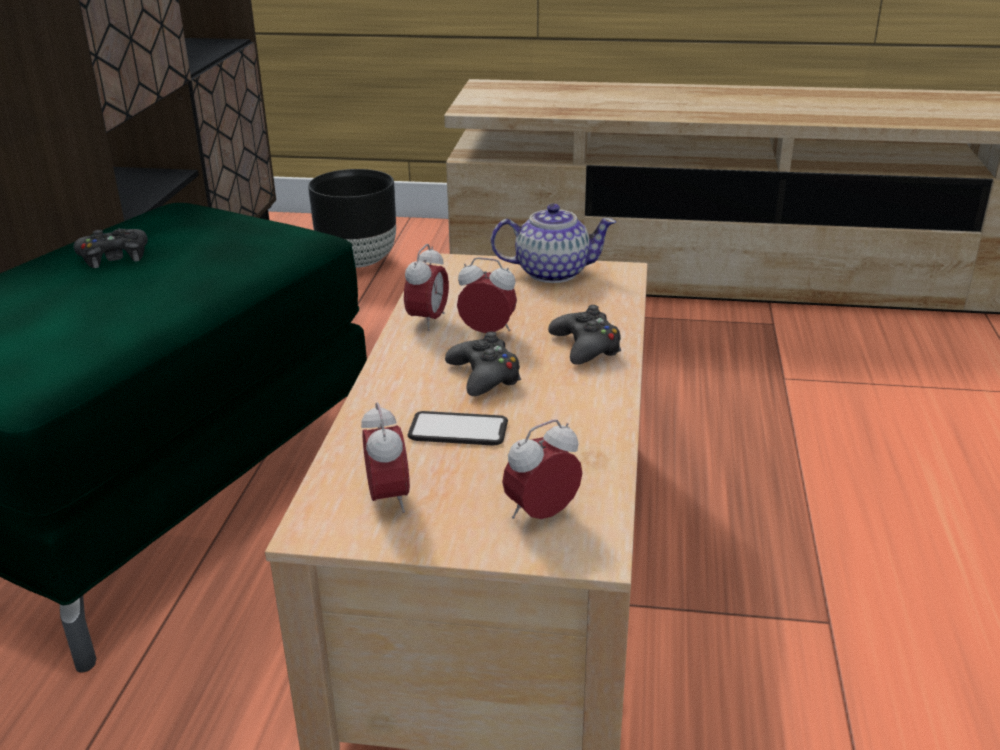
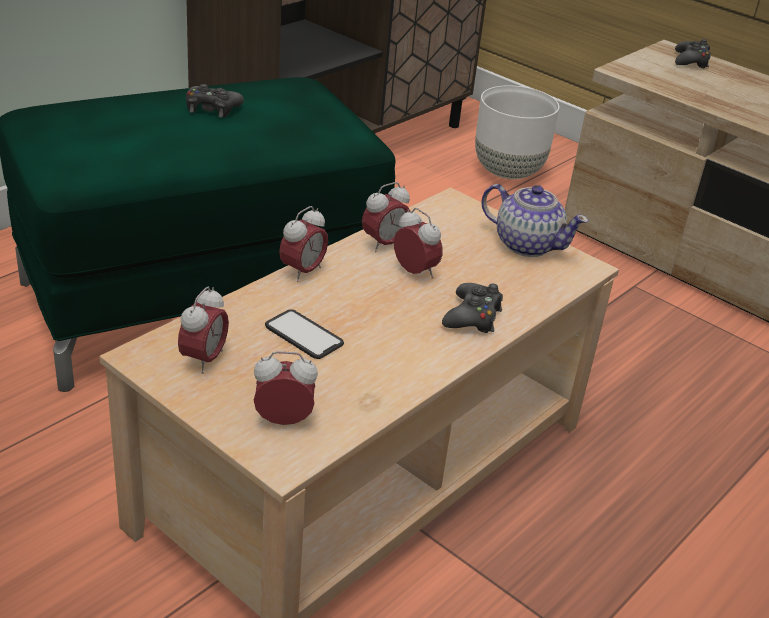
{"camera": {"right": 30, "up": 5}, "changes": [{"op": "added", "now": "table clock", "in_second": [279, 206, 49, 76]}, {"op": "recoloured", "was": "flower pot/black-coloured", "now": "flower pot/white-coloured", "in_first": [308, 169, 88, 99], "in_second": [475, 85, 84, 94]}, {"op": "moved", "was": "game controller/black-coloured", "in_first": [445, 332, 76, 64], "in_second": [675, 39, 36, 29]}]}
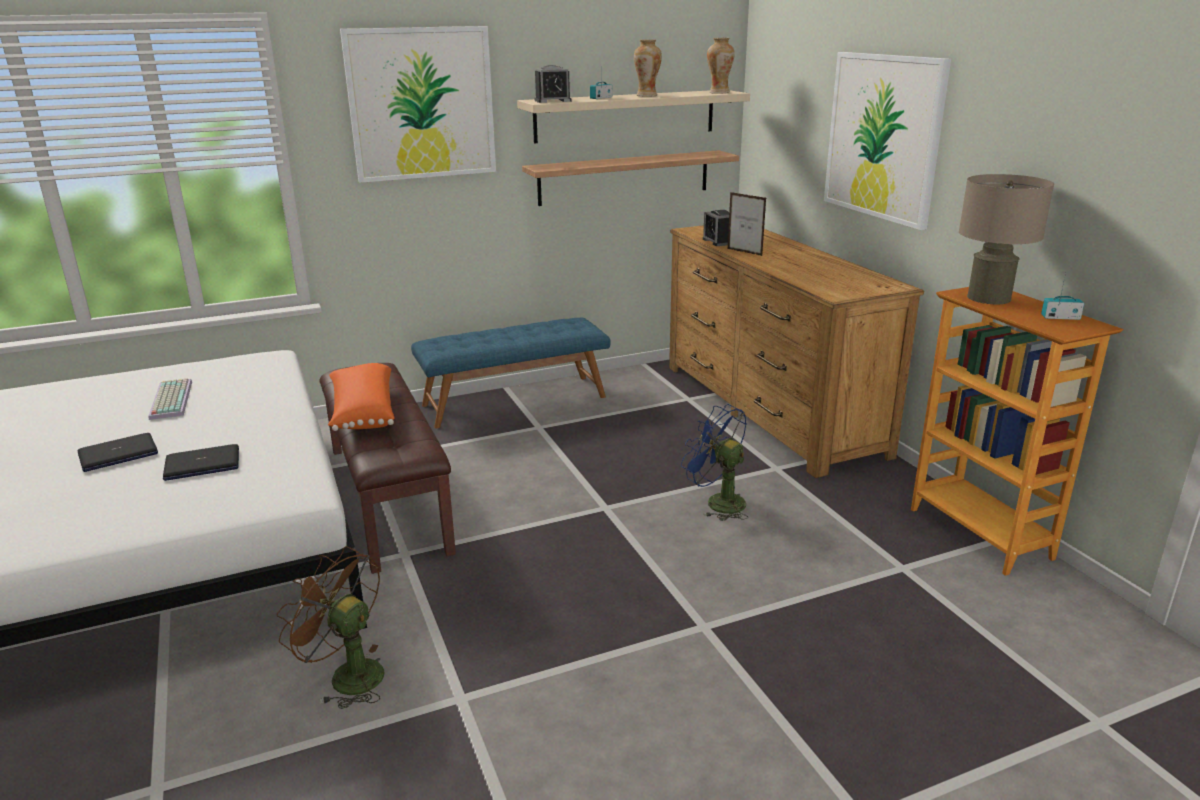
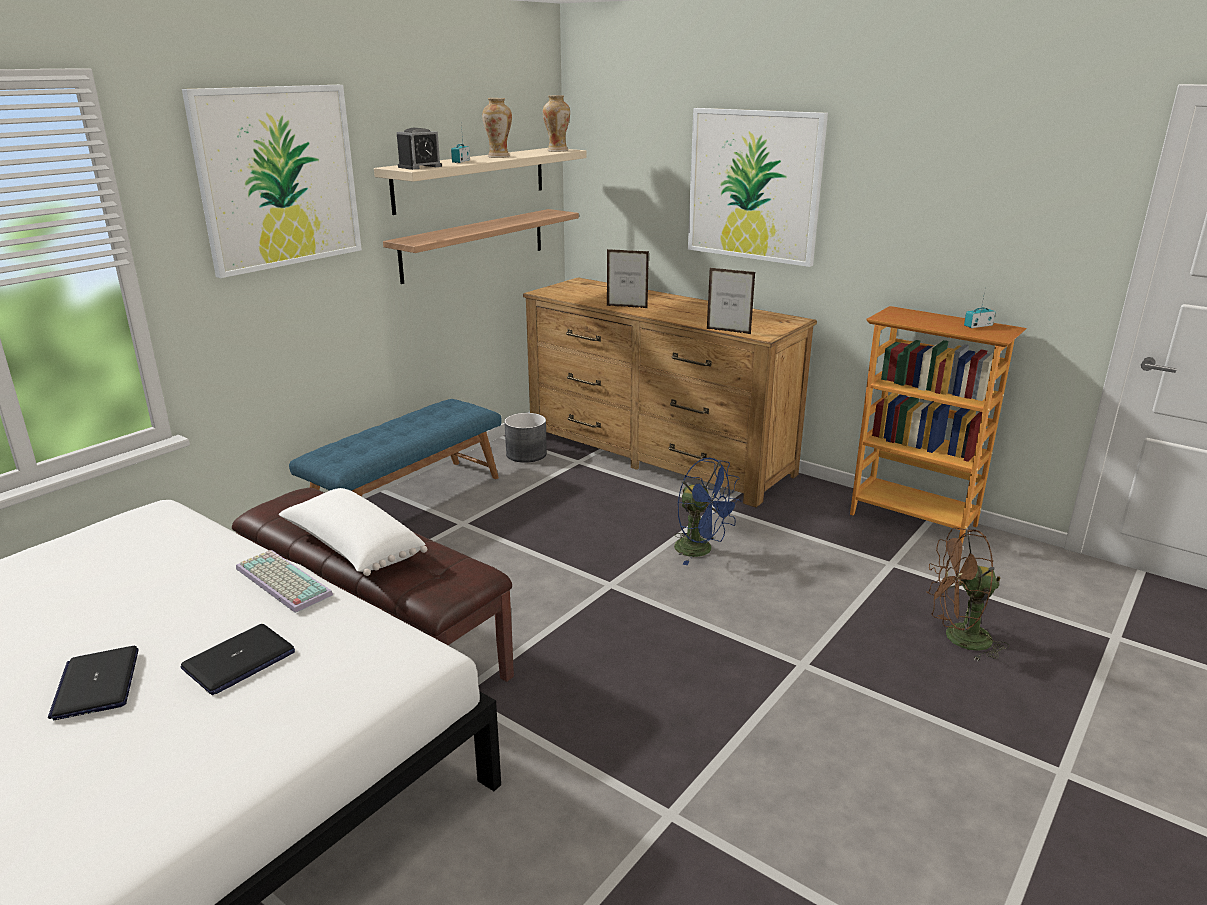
{"camera": {"right": -30, "up": 0}, "changes": [{"op": "turned", "was": "notebook computer", "in_first": [78, 433, 80, 39], "in_second": [48, 646, 91, 74], "clockwise": 135}, {"op": "moved", "was": "keyboard", "in_first": [149, 378, 43, 42], "in_second": [236, 550, 97, 63]}, {"op": "recoloured", "was": "pillow/orange", "now": "pillow/white-coloured", "in_first": [328, 363, 66, 68], "in_second": [279, 488, 148, 88]}, {"op": "added", "now": "flower pot/greyish", "in_second": [504, 413, 43, 50]}, {"op": "turned", "was": "cooling fan/blue-coloured", "in_first": [681, 404, 67, 117], "in_second": [674, 458, 68, 107], "clockwise": -150}, {"op": "added", "now": "picture frame", "in_second": [707, 268, 48, 66]}, {"op": "moved", "was": "cooling fan/brown", "in_first": [277, 546, 107, 163], "in_second": [926, 527, 83, 134]}, {"op": "removed", "was": "table clock", "in_first": [703, 210, 26, 36]}, {"op": "removed", "was": "table lamp/beige", "in_first": [959, 174, 95, 130]}]}
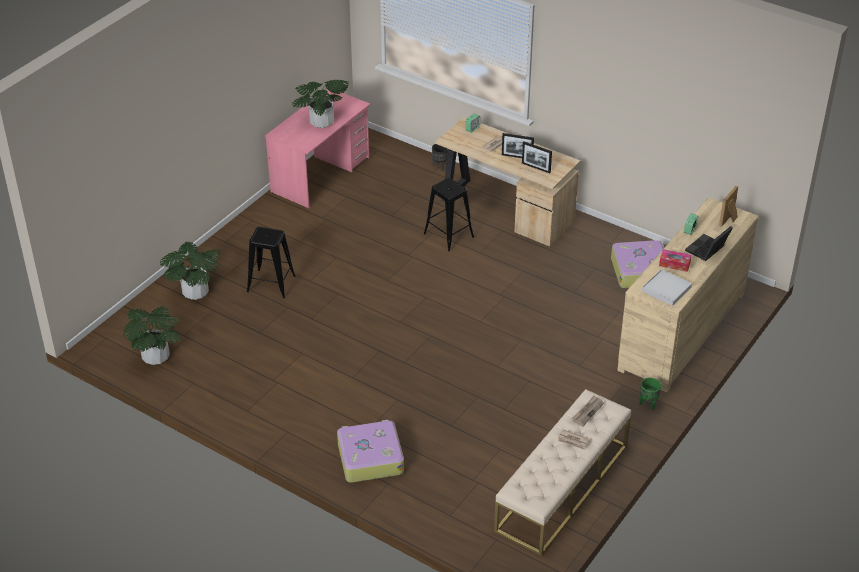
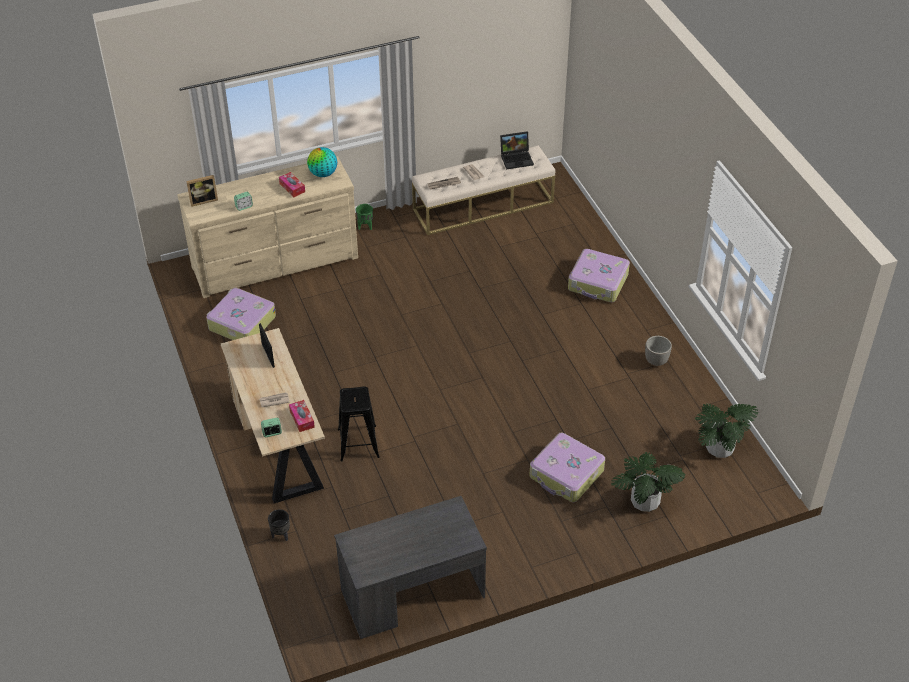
{"camera": {"right": -145, "up": 5}, "changes": [{"op": "added", "now": "tissue holder", "in_second": [289, 400, 26, 32]}, {"op": "replaced", "was": "tray/white-coloured", "now": "desk globe", "in_first": [642, 269, 50, 37], "in_second": [307, 147, 30, 30]}, {"op": "recoloured", "was": "desk/pink-coloured", "now": "desk/greyish", "in_first": [265, 89, 105, 119], "in_second": [334, 496, 153, 143]}, {"op": "moved", "was": "notebook computer", "in_first": [685, 226, 48, 35], "in_second": [500, 131, 34, 38]}, {"op": "replaced", "was": "stool seat/black-coloured", "now": "piece of luggage", "in_first": [247, 227, 49, 71], "in_second": [529, 433, 76, 69]}, {"op": "added", "now": "flower pot", "in_second": [645, 336, 27, 30]}, {"op": "removed", "was": "houseplant", "in_first": [292, 80, 57, 48]}, {"op": "removed", "was": "picture frame", "in_first": [502, 133, 32, 25]}]}
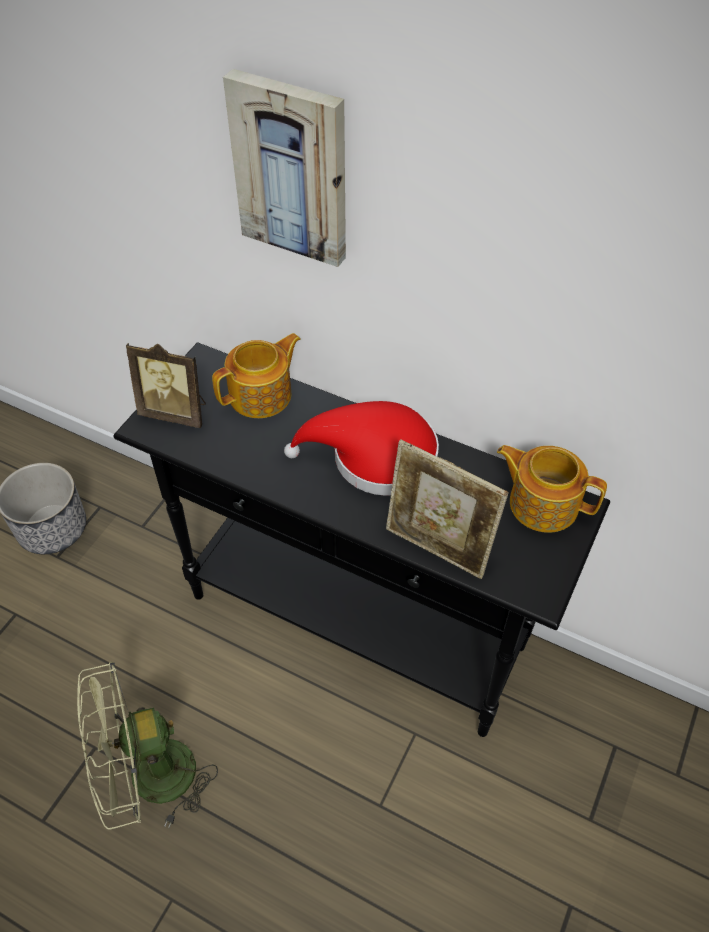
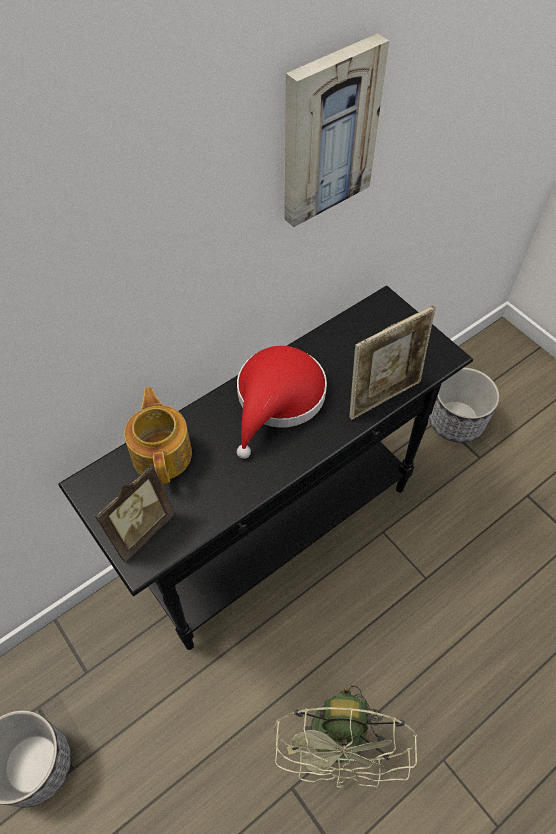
{"camera": {"right": -65, "up": 5}, "changes": [{"op": "moved", "was": "wall art", "in_first": [223, 69, 123, 198], "in_second": [284, 33, 105, 194]}, {"op": "added", "now": "flower pot", "in_second": [429, 367, 71, 76]}, {"op": "removed", "was": "teapot", "in_first": [497, 445, 110, 87]}]}
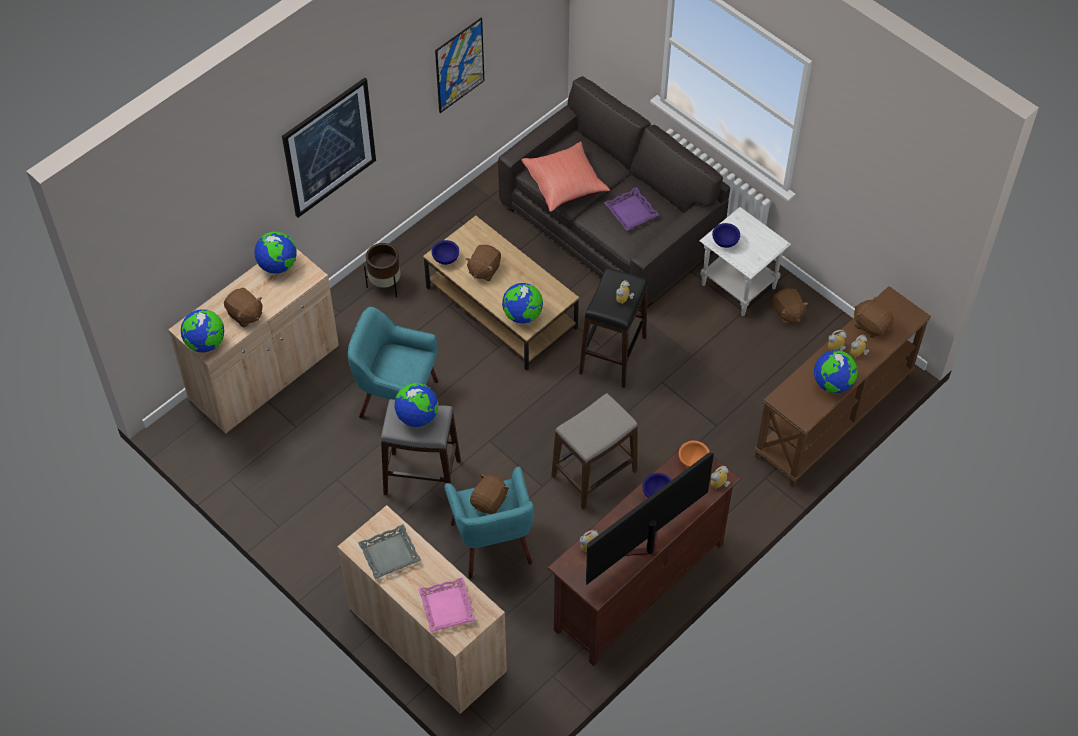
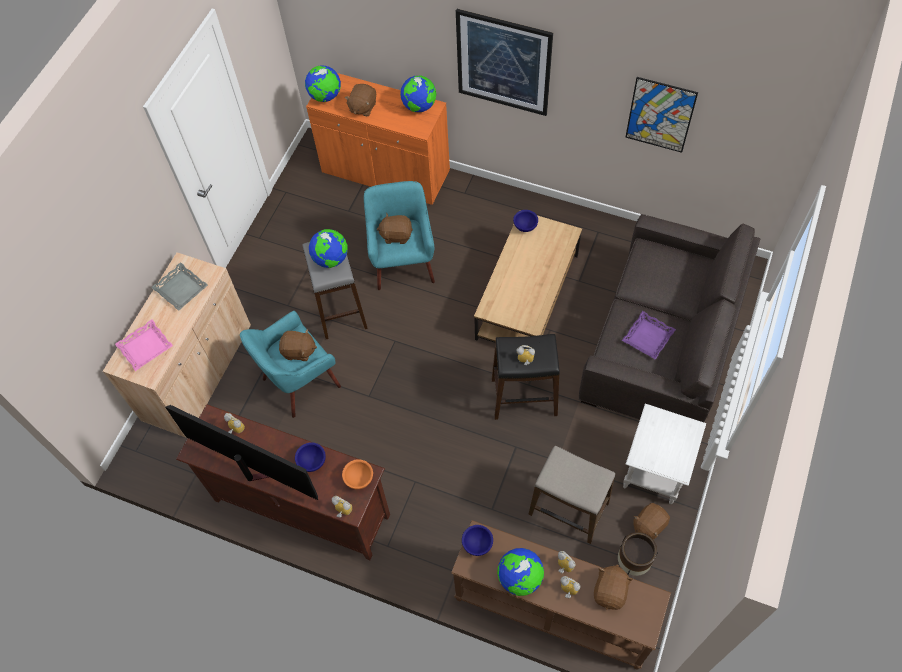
{"camera": {"right": 70, "up": 5}, "changes": [{"op": "recoloured", "was": "storage cabinet/beige", "now": "storage cabinet/orange", "in_first": [168, 248, 171, 185], "in_second": [306, 73, 144, 132]}, {"op": "moved", "was": "plush toy/brown", "in_first": [466, 245, 35, 36], "in_second": [377, 213, 36, 31]}, {"op": "moved", "was": "bowl/blue-coloured", "in_first": [712, 223, 28, 25], "in_second": [462, 525, 31, 31]}, {"op": "moved", "was": "stool seat", "in_first": [551, 393, 87, 117], "in_second": [528, 446, 87, 98]}, {"op": "moved", "was": "flower pot/brown", "in_first": [364, 243, 37, 54], "in_second": [618, 532, 40, 44]}, {"op": "removed", "was": "desk globe", "in_first": [502, 283, 41, 41]}, {"op": "removed", "was": "pillow/red", "in_first": [521, 141, 89, 71]}]}
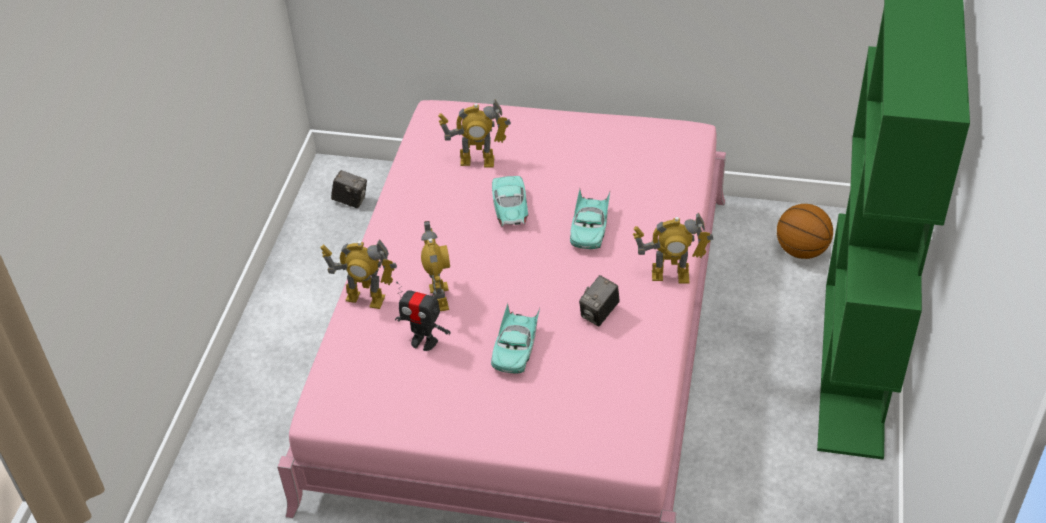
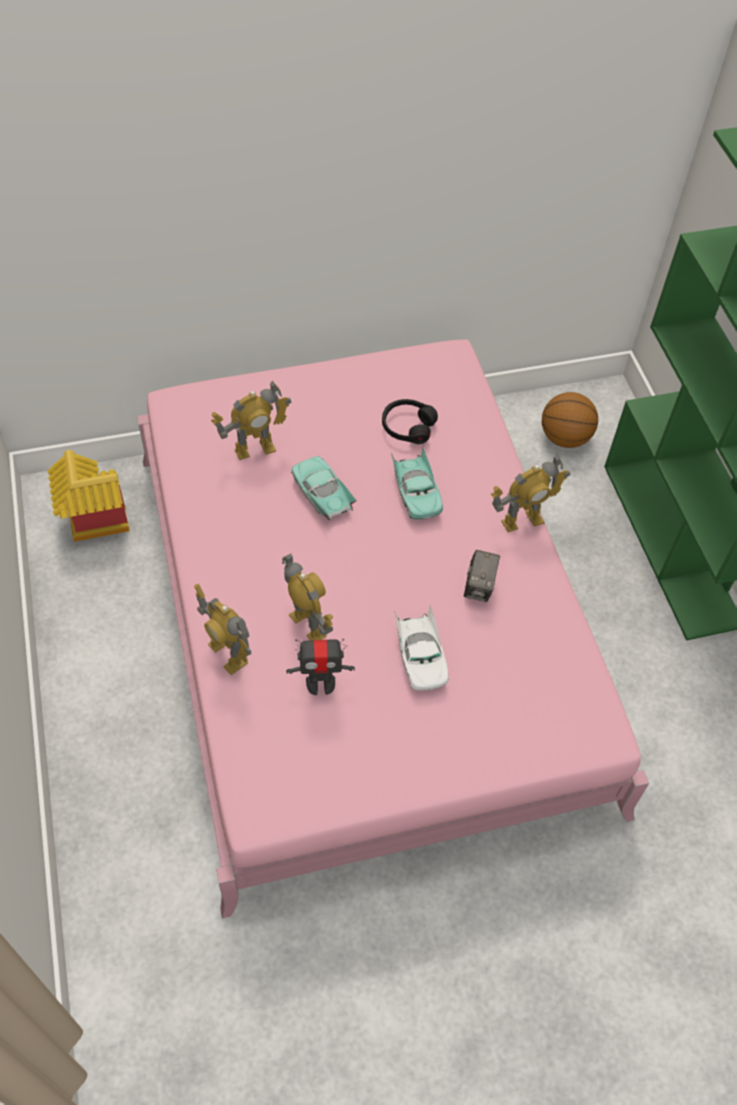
{"camera": {"right": -30, "up": 10}, "changes": [{"op": "replaced", "was": "still camera", "now": "miniature house", "in_first": [331, 170, 36, 38], "in_second": [47, 450, 83, 92]}, {"op": "turned", "was": "toy robot", "in_first": [321, 239, 76, 70], "in_second": [194, 583, 58, 92], "clockwise": 60}, {"op": "added", "now": "pair of headphones/black-coloured", "in_second": [382, 399, 56, 45]}, {"op": "recoloured", "was": "miniature car/turquoise", "now": "miniature car/white-coloured", "in_first": [491, 303, 49, 70], "in_second": [394, 605, 55, 86]}]}
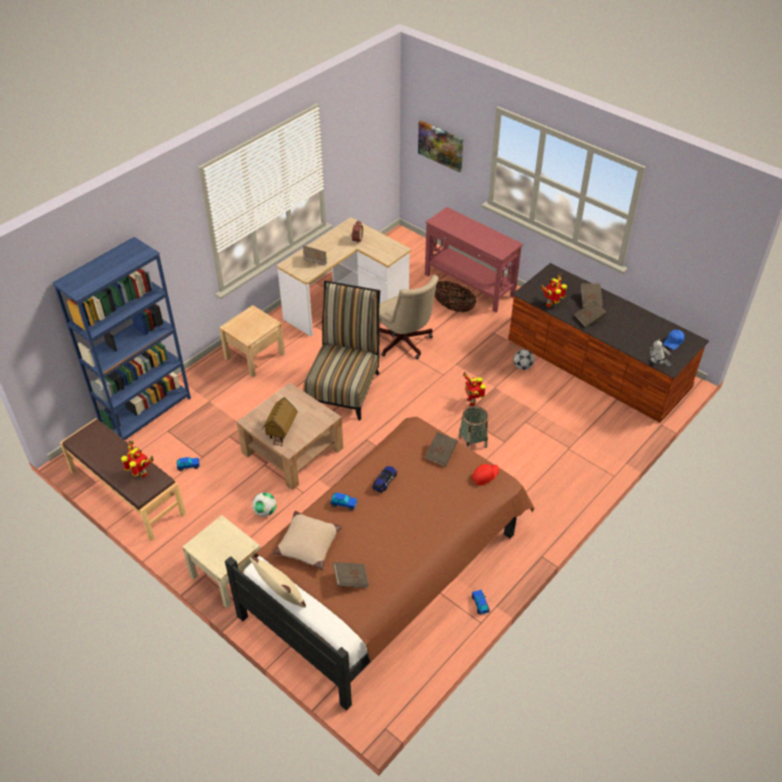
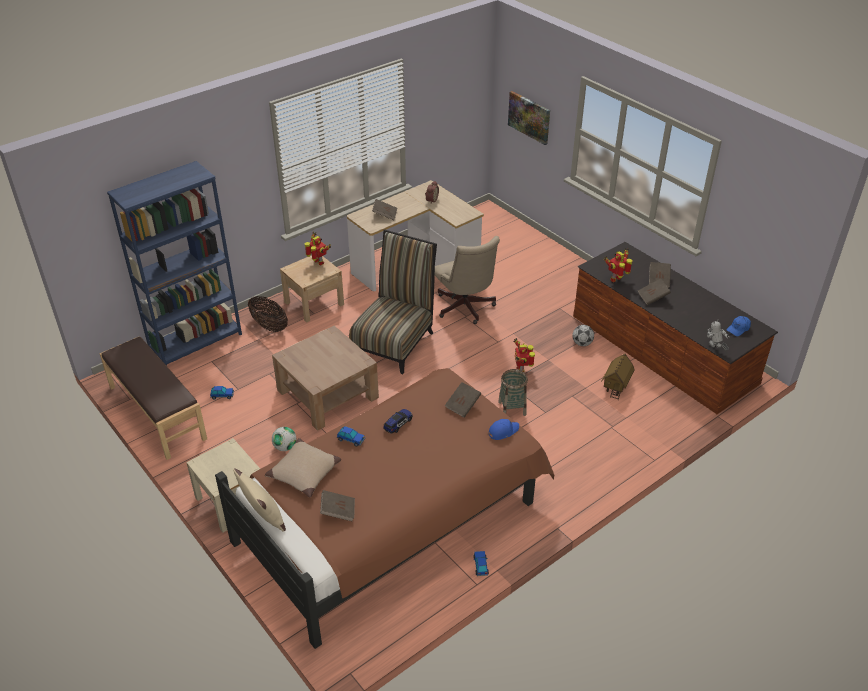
{"camera": {"right": 10, "up": -5}, "changes": [{"op": "moved", "was": "household basket", "in_first": [435, 281, 41, 31], "in_second": [248, 296, 40, 36]}, {"op": "moved", "was": "toy robot", "in_first": [121, 440, 32, 37], "in_second": [305, 232, 26, 33]}, {"op": "recoloured", "was": "baseball cap/red", "now": "baseball cap/blue-coloured", "in_first": [472, 464, 27, 21], "in_second": [489, 419, 30, 21]}, {"op": "moved", "was": "miniature house", "in_first": [262, 397, 36, 50], "in_second": [601, 354, 34, 46]}, {"op": "removed", "was": "hall table/red", "in_first": [425, 207, 98, 105]}]}
